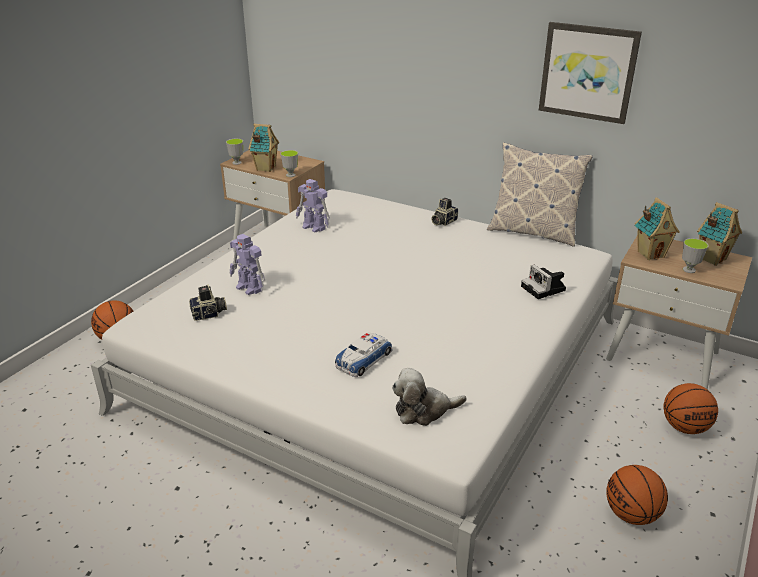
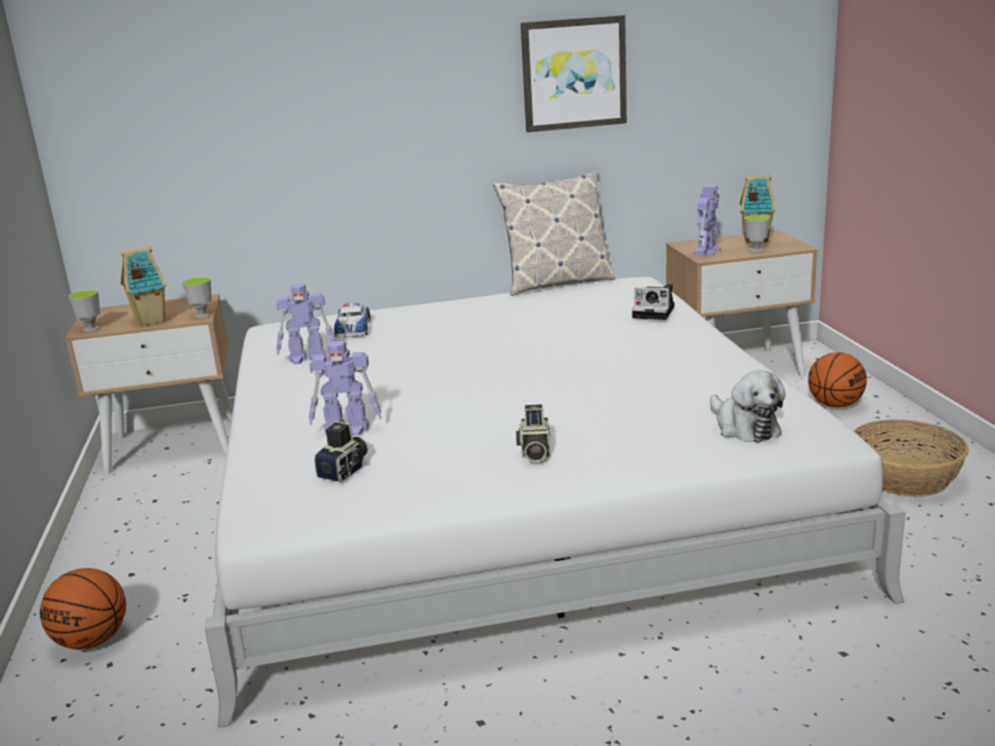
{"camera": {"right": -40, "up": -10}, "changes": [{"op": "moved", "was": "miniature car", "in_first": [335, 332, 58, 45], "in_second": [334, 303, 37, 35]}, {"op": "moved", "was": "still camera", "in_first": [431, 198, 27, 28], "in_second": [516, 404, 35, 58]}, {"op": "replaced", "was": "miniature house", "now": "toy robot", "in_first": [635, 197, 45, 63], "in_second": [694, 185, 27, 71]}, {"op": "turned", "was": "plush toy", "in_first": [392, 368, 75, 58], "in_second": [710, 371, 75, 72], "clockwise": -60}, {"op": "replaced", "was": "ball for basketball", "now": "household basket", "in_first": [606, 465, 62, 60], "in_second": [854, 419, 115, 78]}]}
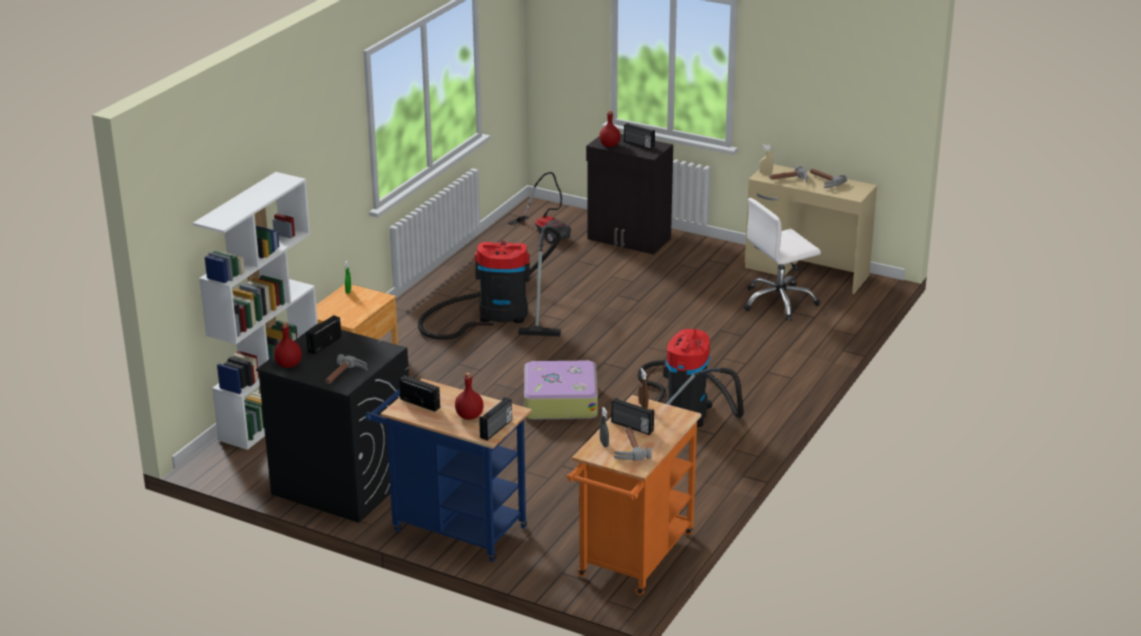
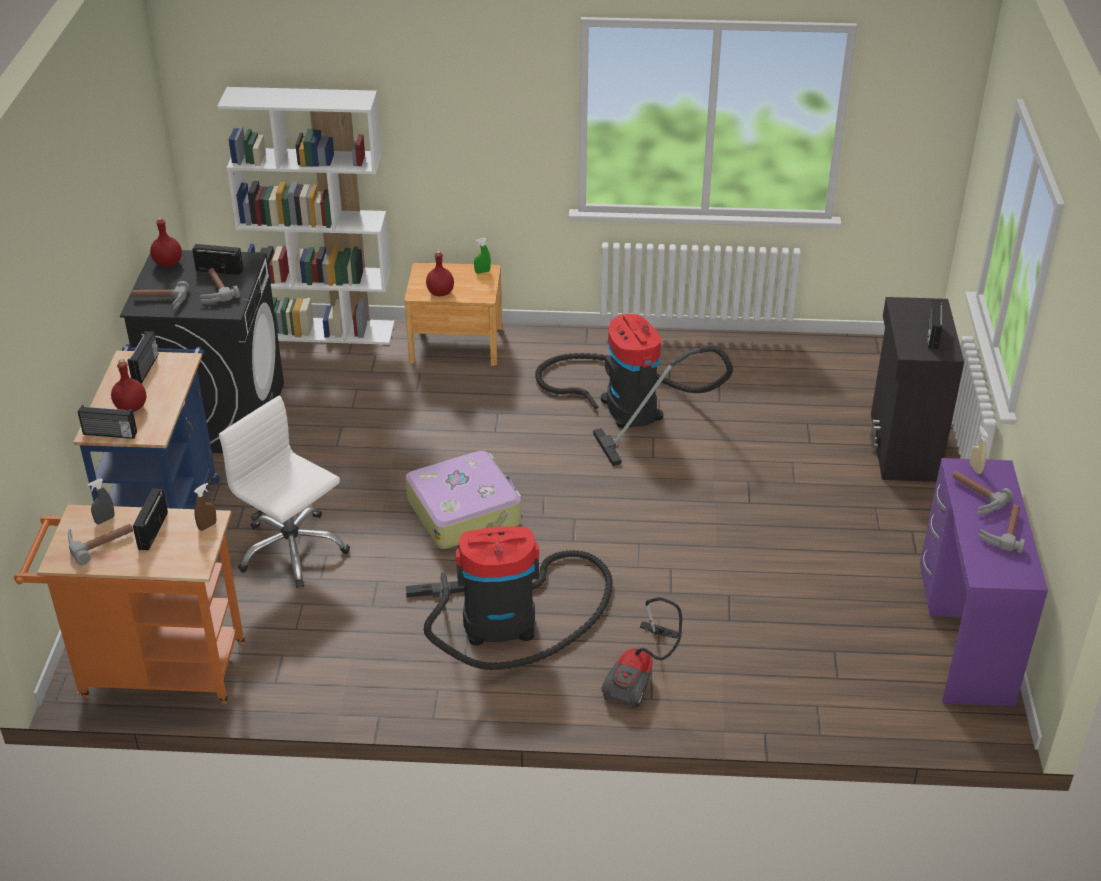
{"camera": {"right": 65, "up": 10}, "changes": [{"op": "added", "now": "hammer", "in_second": [199, 268, 41, 35]}, {"op": "moved", "was": "office chair/white-coloured", "in_first": [744, 198, 77, 123], "in_second": [219, 395, 131, 193]}, {"op": "moved", "was": "beverage bottle/red", "in_first": [599, 110, 22, 37], "in_second": [426, 250, 28, 46]}, {"op": "moved", "was": "vacuum cleaner", "in_first": [508, 172, 63, 72], "in_second": [601, 597, 81, 112]}, {"op": "recoloured", "was": "desk/beige", "now": "desk/purple", "in_first": [745, 164, 132, 130], "in_second": [920, 458, 128, 248]}]}
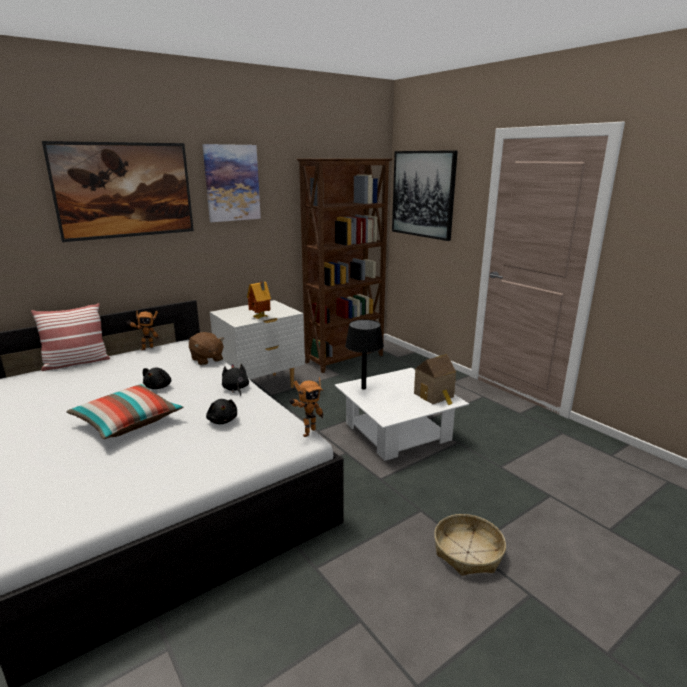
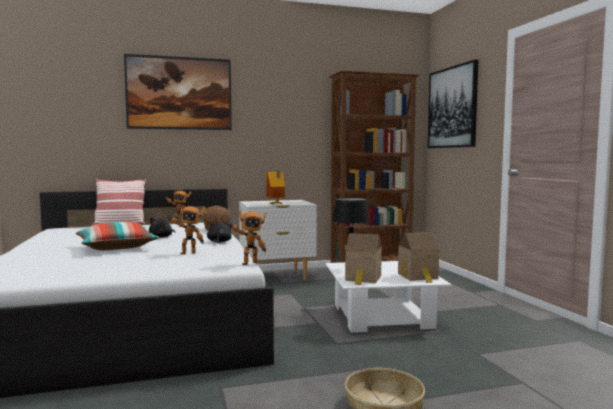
{"camera": {"right": 20, "up": -15}, "changes": [{"op": "replaced", "was": "plush toy/black-coloured", "now": "toy robot", "in_first": [206, 399, 31, 25], "in_second": [167, 205, 39, 49]}, {"op": "added", "now": "miniature house", "in_second": [345, 233, 37, 52]}, {"op": "removed", "was": "wall art", "in_first": [202, 144, 59, 78]}]}
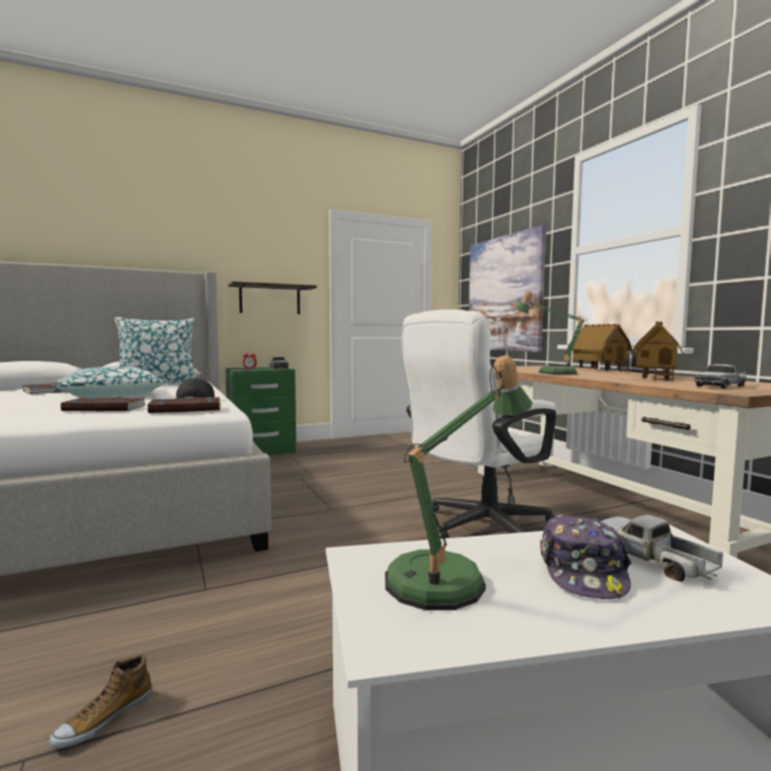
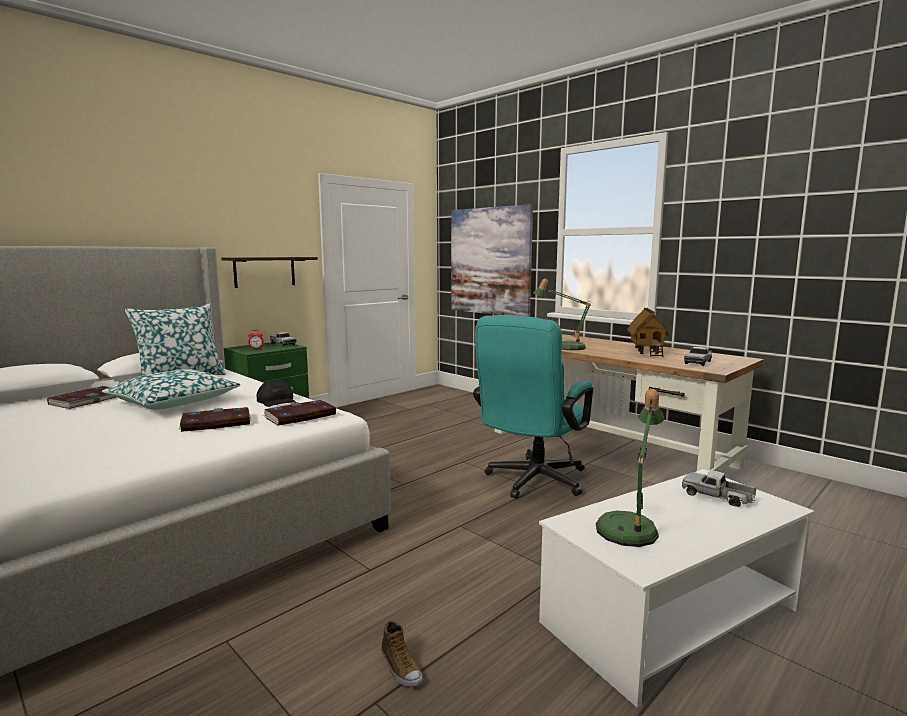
{"camera": {"right": -20, "up": 5}, "changes": [{"op": "turned", "was": "shoe", "in_first": [49, 655, 103, 94], "in_second": [381, 620, 42, 67], "clockwise": -45}, {"op": "recoloured", "was": "office chair/white-coloured", "now": "office chair/turquoise", "in_first": [401, 309, 155, 230], "in_second": [473, 315, 120, 184]}, {"op": "removed", "was": "baseball cap", "in_first": [540, 514, 92, 85]}, {"op": "removed", "was": "miniature house", "in_first": [570, 324, 62, 48]}]}
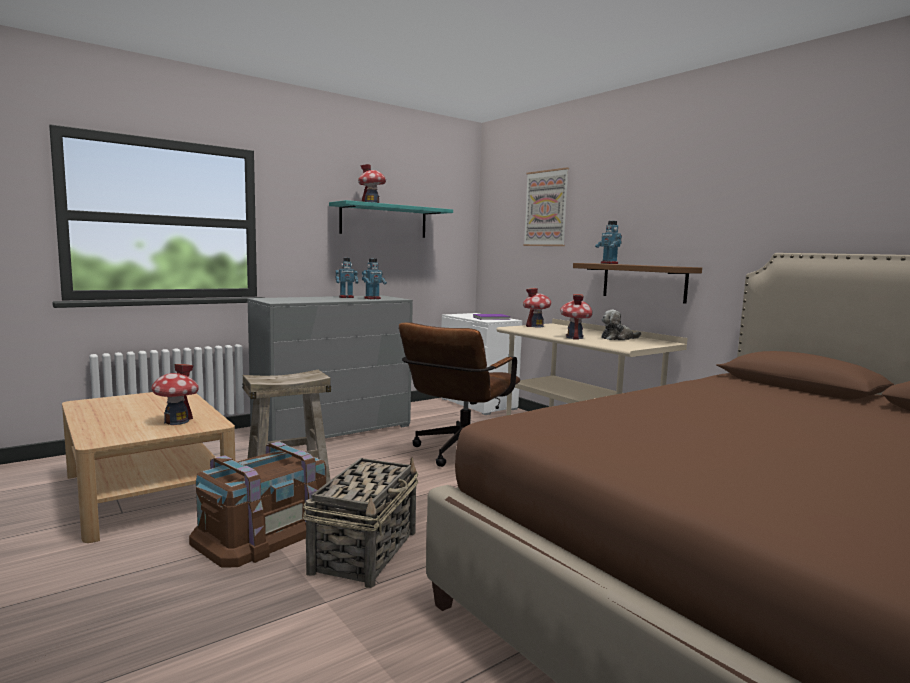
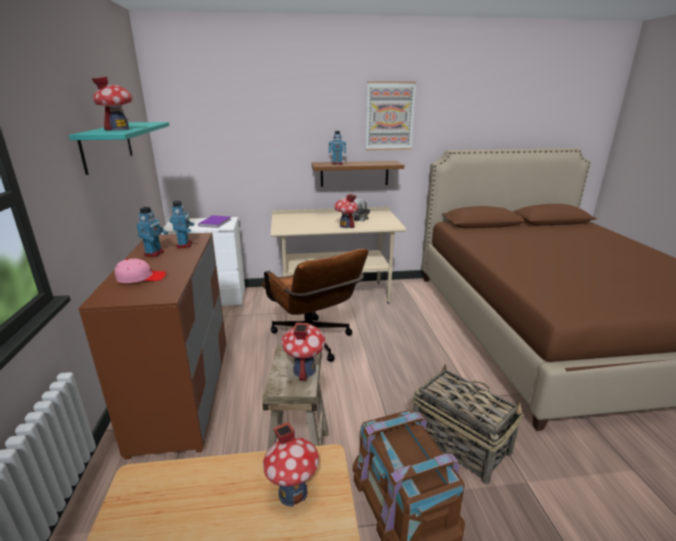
{"camera": {"right": -60, "up": 15}, "changes": [{"op": "recoloured", "was": "dresser/greyish", "now": "dresser/brown", "in_first": [248, 295, 165, 146], "in_second": [79, 233, 147, 226]}, {"op": "added", "now": "baseball cap/pink-coloured", "in_second": [115, 259, 51, 24]}, {"op": "moved", "was": "miniature house", "in_first": [523, 288, 29, 39], "in_second": [281, 323, 44, 58]}, {"op": "moved", "was": "wall art", "in_first": [523, 167, 46, 79], "in_second": [366, 81, 50, 69]}]}
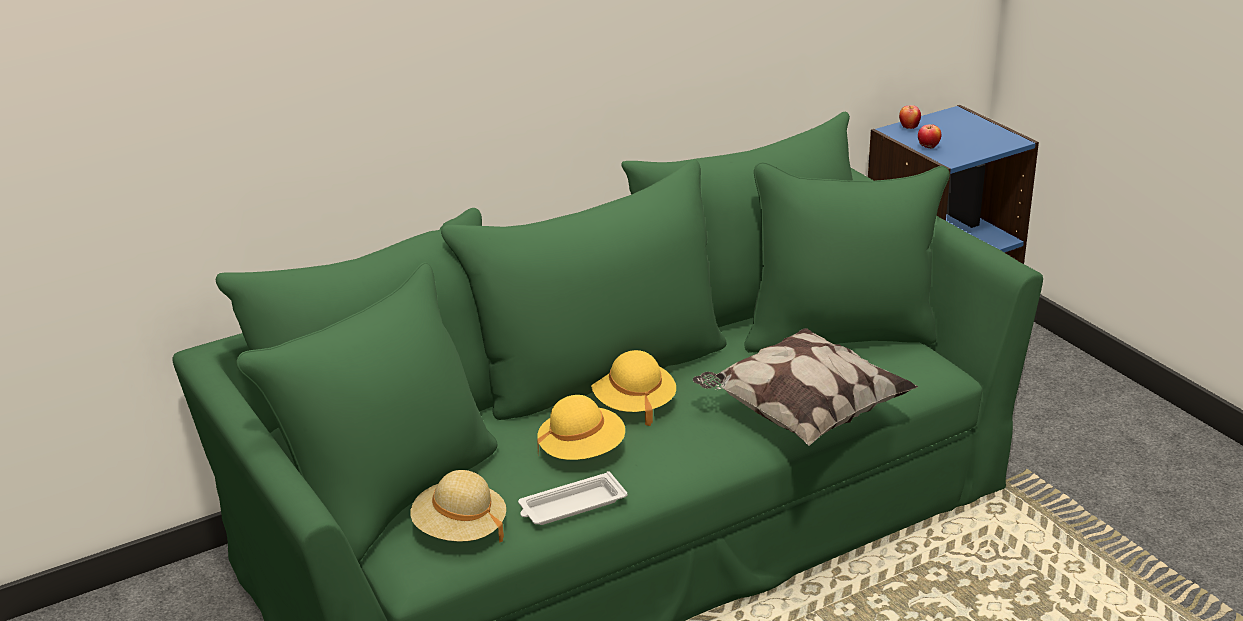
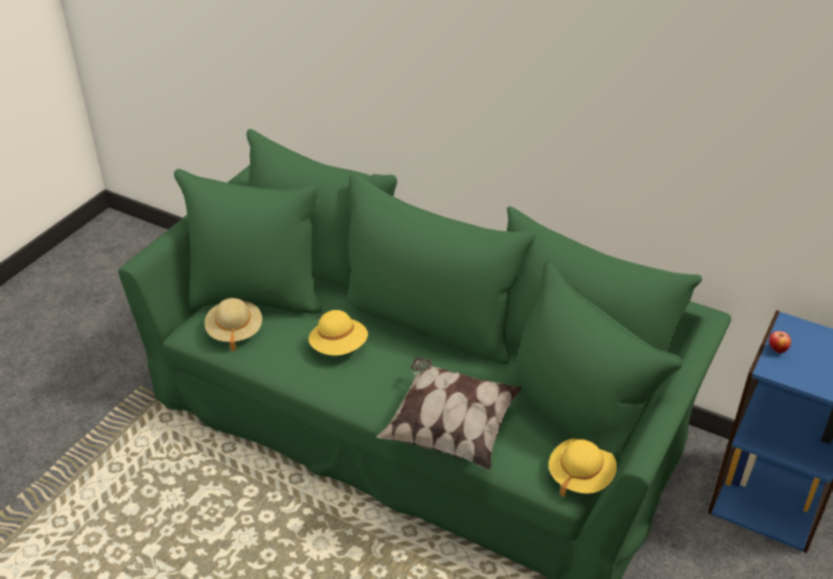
{"camera": {"right": 60, "up": 10}, "changes": [{"op": "moved", "was": "hat/yellowish", "in_first": [591, 350, 85, 76], "in_second": [549, 438, 68, 59]}, {"op": "removed", "was": "tray/white-coloured", "in_first": [518, 471, 109, 54]}, {"op": "removed", "was": "apple", "in_first": [899, 105, 22, 24]}]}
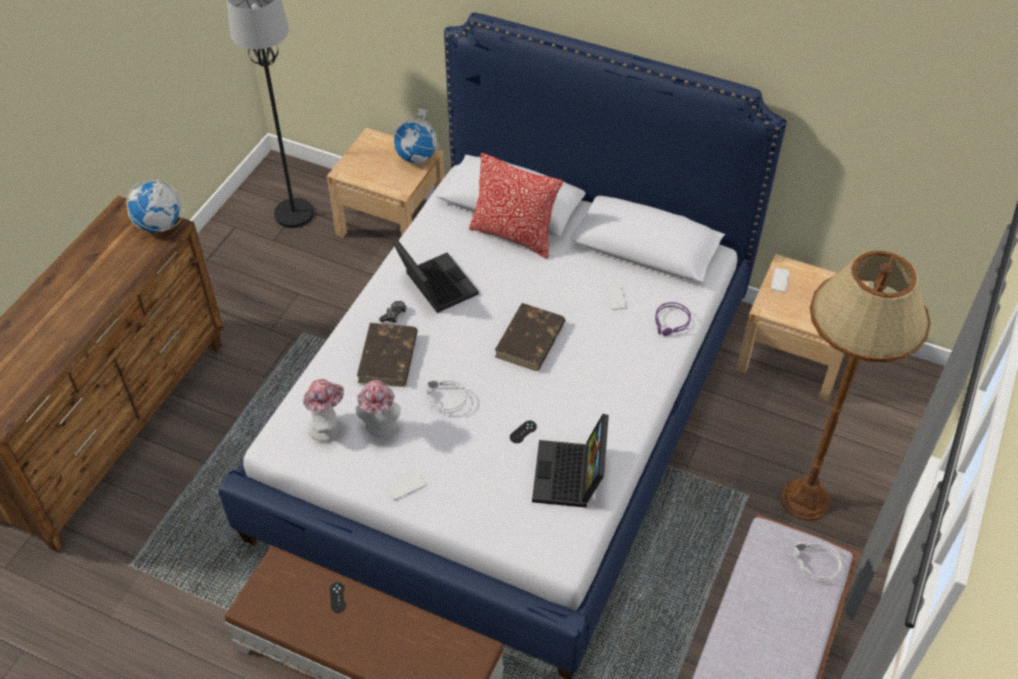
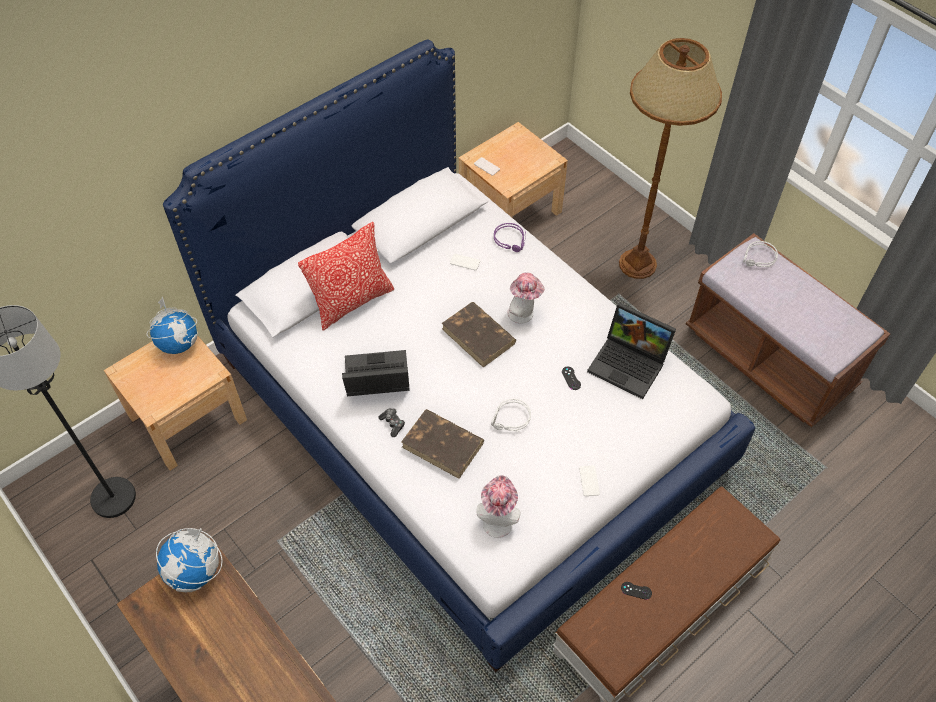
{"camera": {"right": -65, "up": 5}, "changes": [{"op": "moved", "was": "hat", "in_first": [356, 380, 45, 57], "in_second": [508, 272, 37, 52]}]}
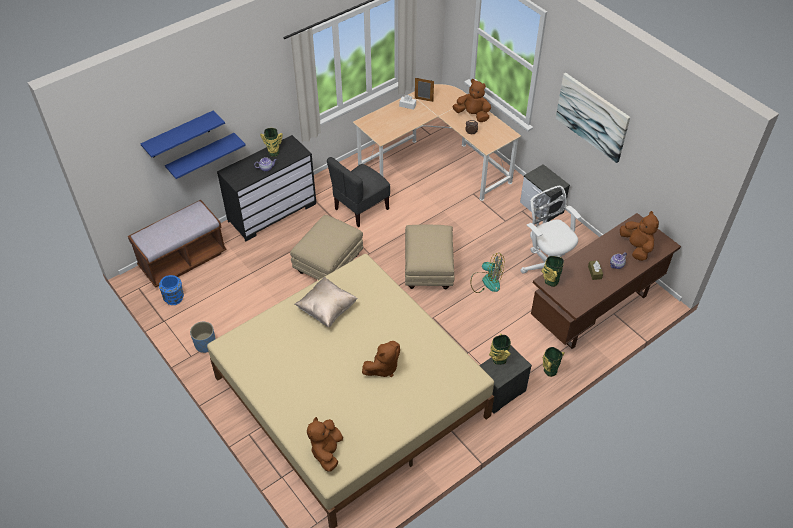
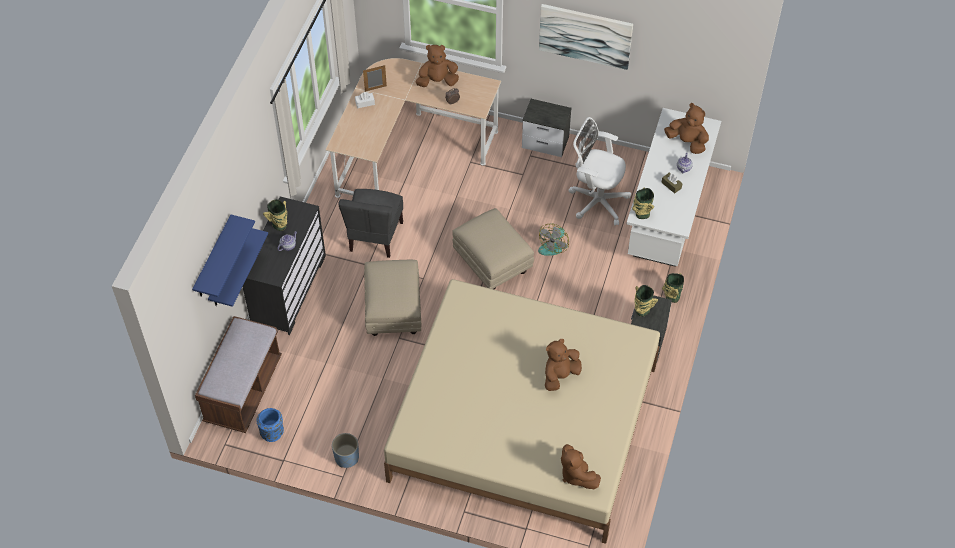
{"camera": {"right": -35, "up": 5}, "changes": [{"op": "turned", "was": "cooling fan", "in_first": [470, 253, 34, 40], "in_second": [538, 223, 31, 33], "clockwise": 135}, {"op": "turned", "was": "plush toy/brown", "in_first": [362, 341, 38, 36], "in_second": [545, 339, 37, 52], "clockwise": -150}, {"op": "recoloured", "was": "desk/brown", "now": "desk/white-coloured", "in_first": [531, 213, 150, 136], "in_second": [627, 108, 94, 159]}, {"op": "removed", "was": "pillow/beige", "in_first": [295, 277, 63, 50]}]}
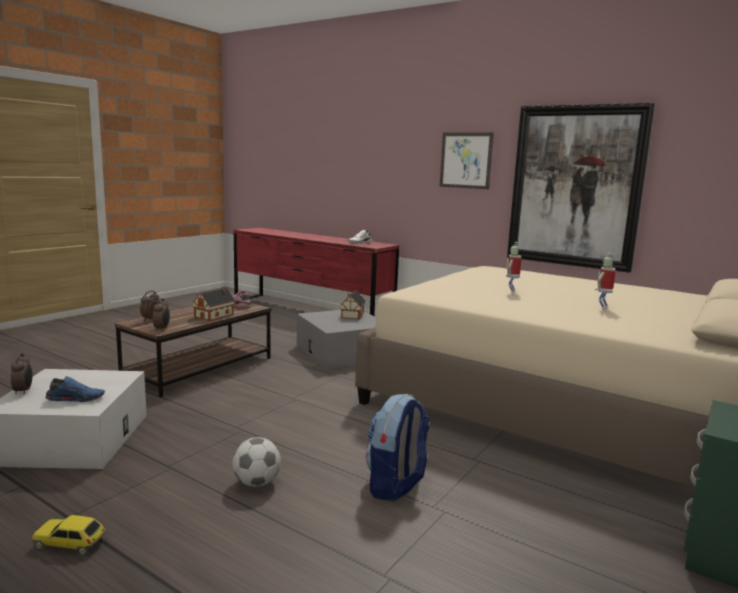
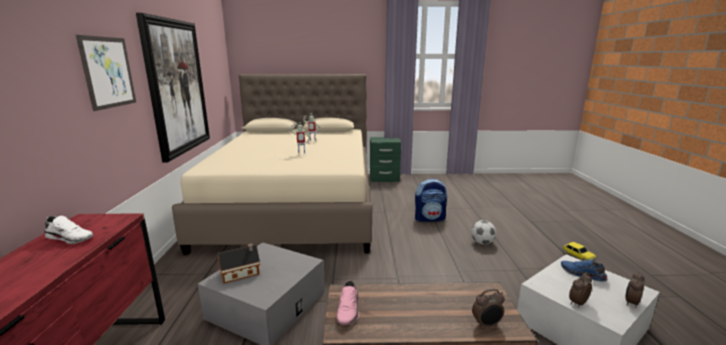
{"camera": {"right": -125, "up": 5}, "changes": [{"op": "moved", "was": "table clock", "in_first": [153, 298, 17, 33], "in_second": [569, 273, 23, 34]}, {"op": "removed", "was": "miniature house", "in_first": [192, 286, 44, 35]}]}
